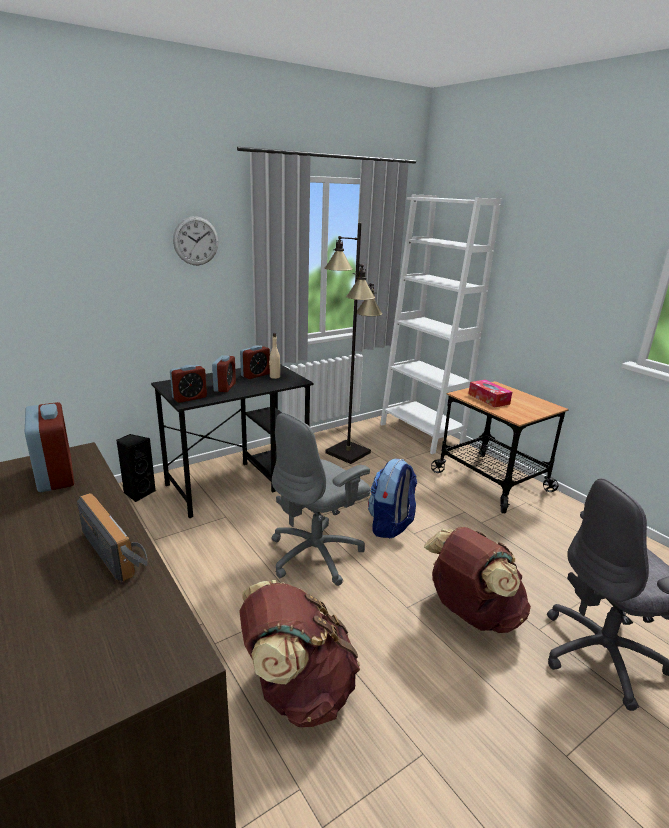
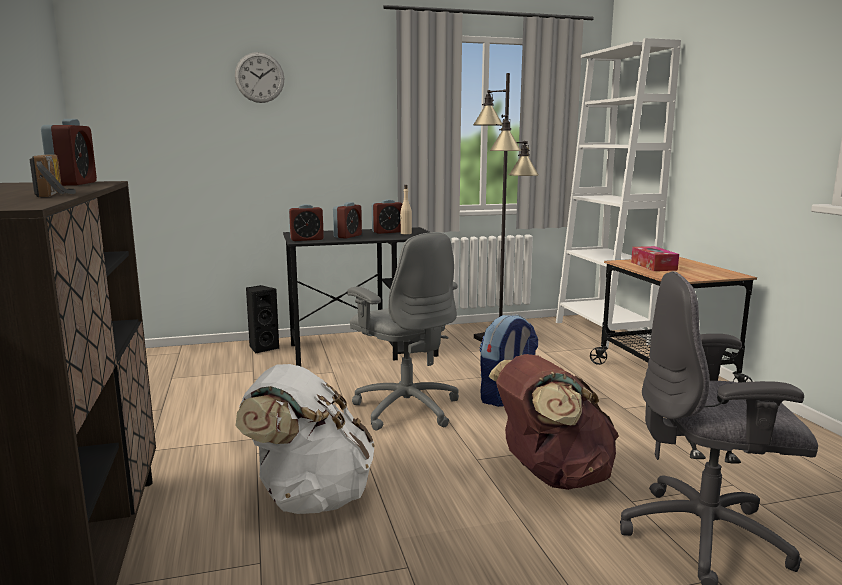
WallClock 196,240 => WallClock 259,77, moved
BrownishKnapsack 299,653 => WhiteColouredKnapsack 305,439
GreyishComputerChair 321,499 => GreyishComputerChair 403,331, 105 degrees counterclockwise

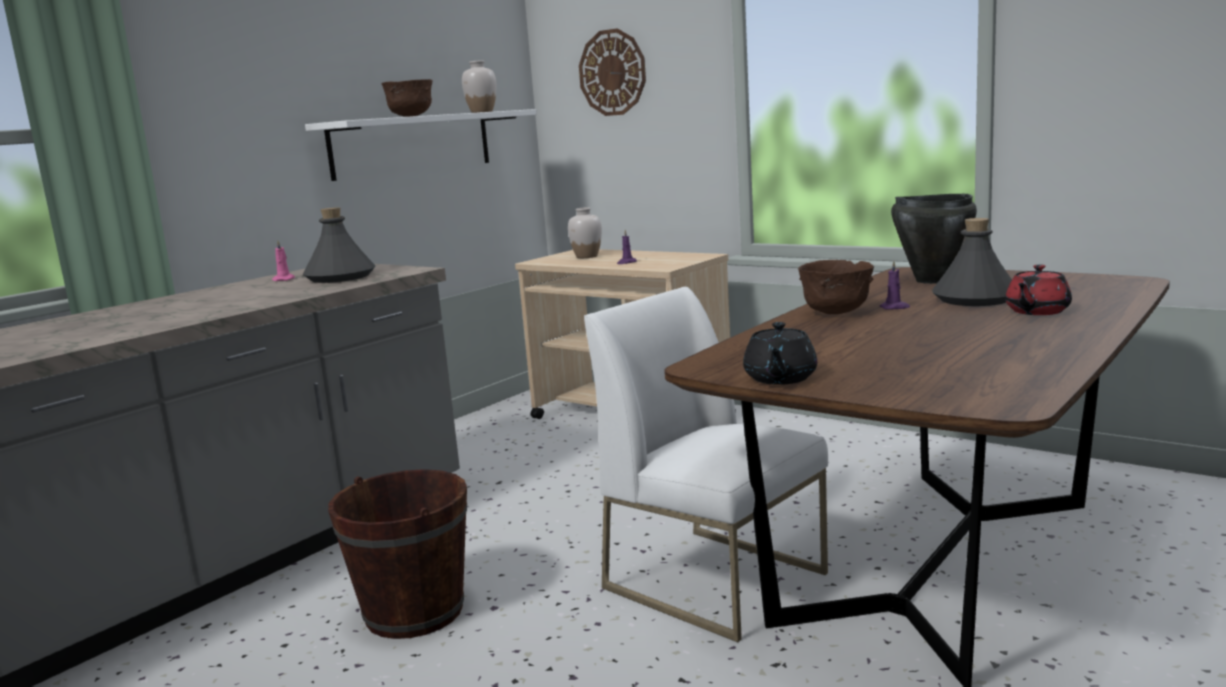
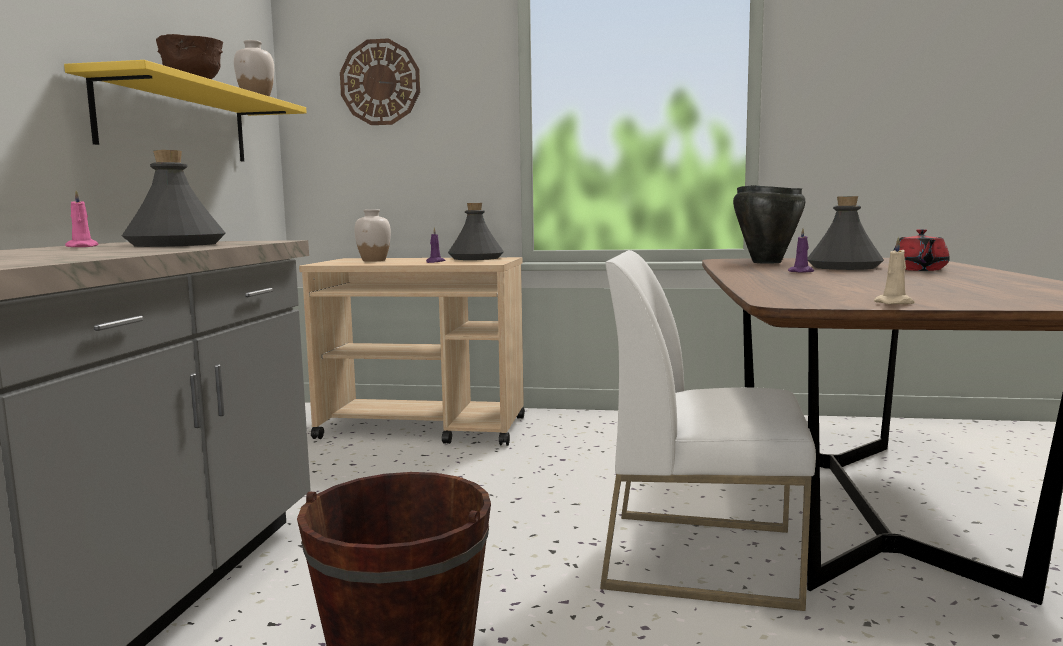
BrownishServingBowl 836,287 => nothing
nothing => GreyishDrinkBottle 476,231
BlackPotForTea 780,353 => SandColouredWaxCandle 894,270
WhiteColouredShelf 421,145 => YellowShelf 185,110

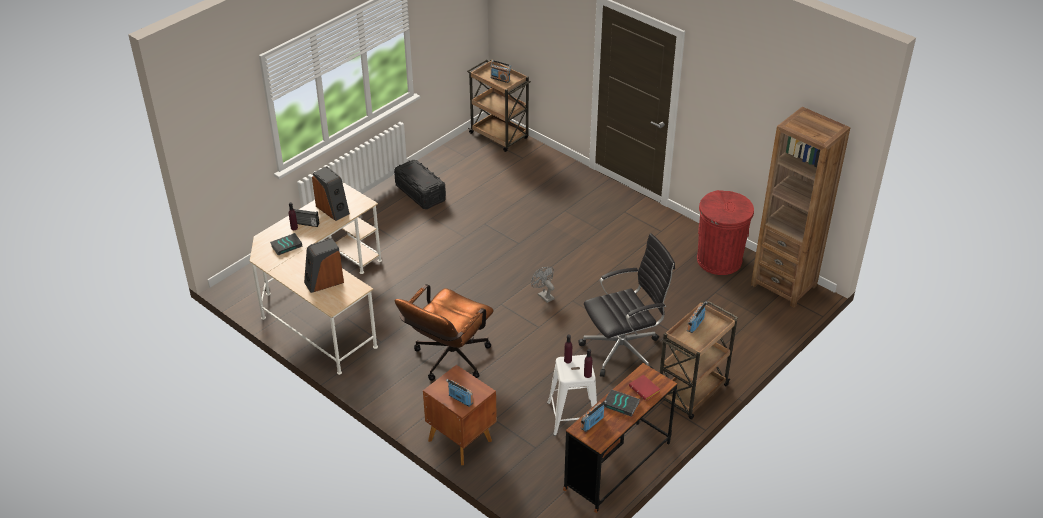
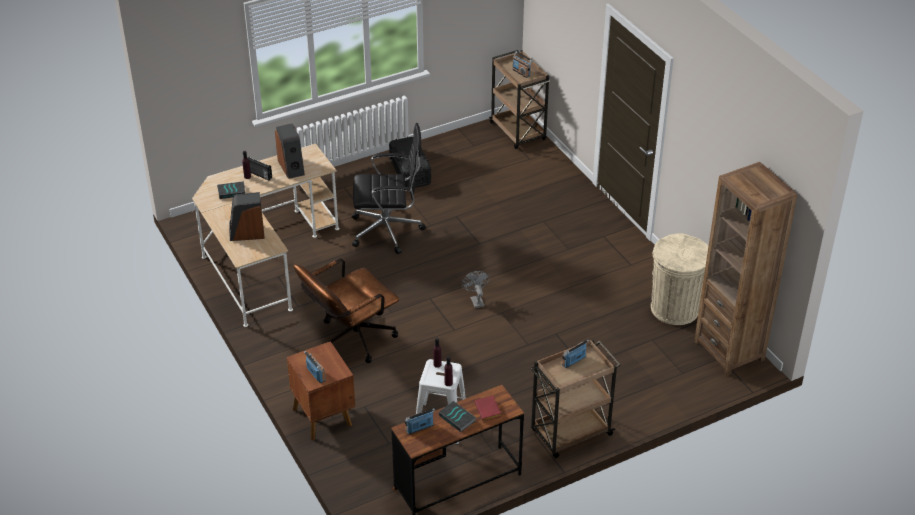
BlackComputerChair 626,305 => BlackComputerChair 389,188, moved
RedRubbishBin 725,232 => SandColouredRubbishBin 679,279

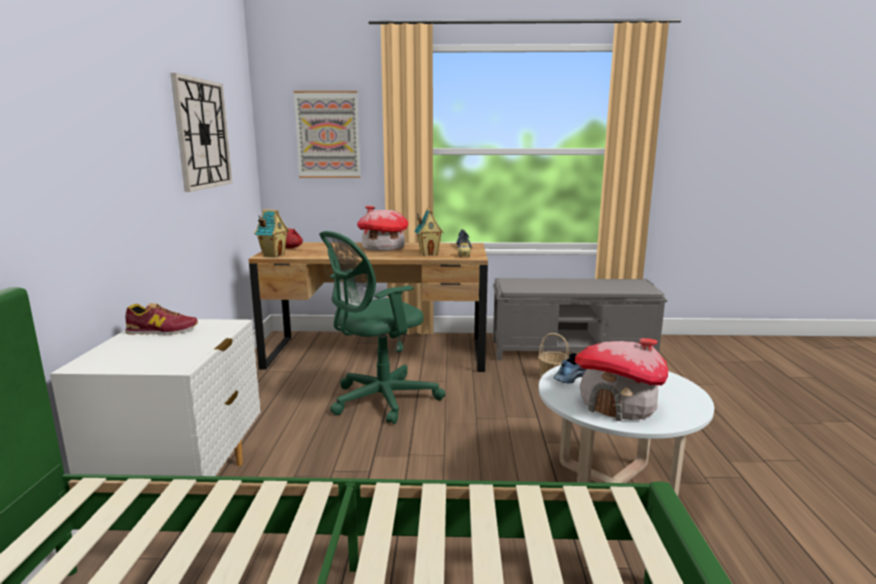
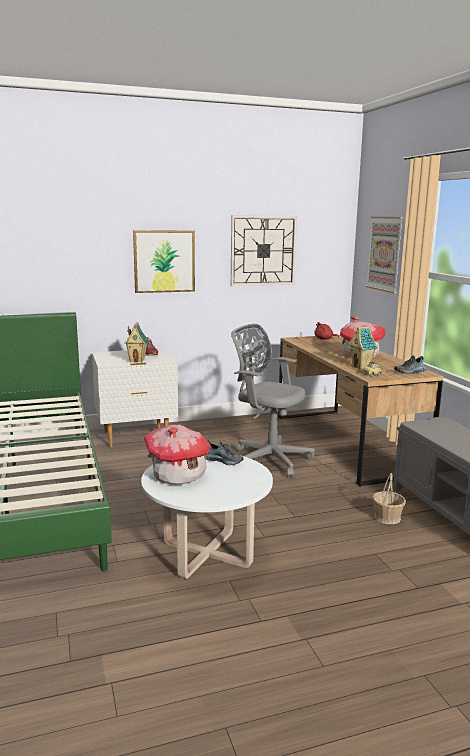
nothing => Picture 164,261
ModelHouse 271,233 => ModelHouse 136,342, moved
GreenComputerChair 382,327 => GreyishComputerChair 273,400

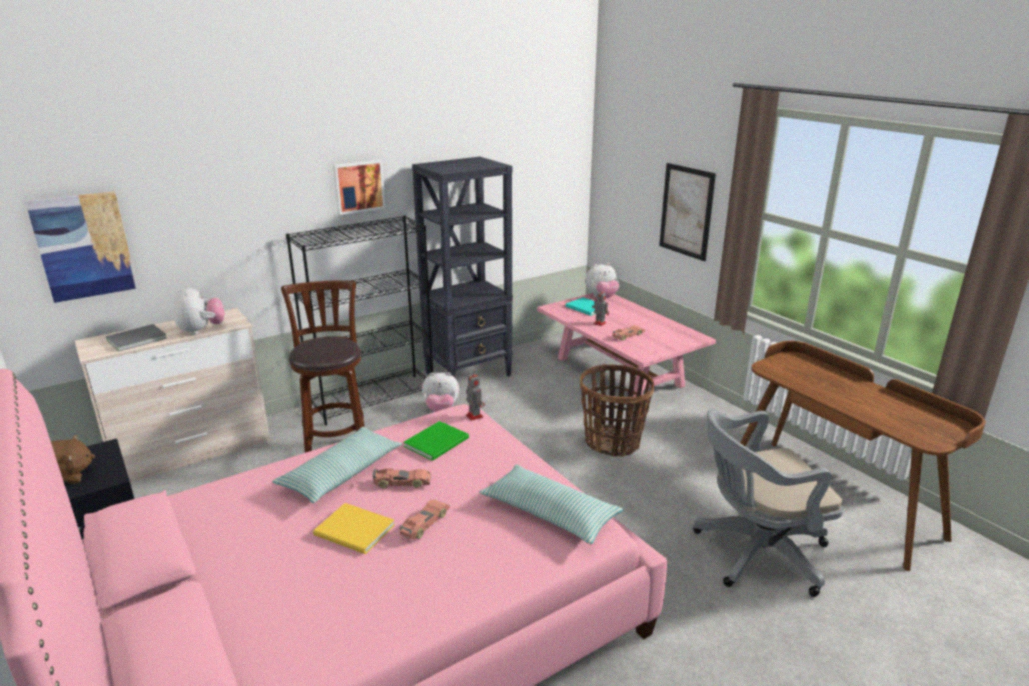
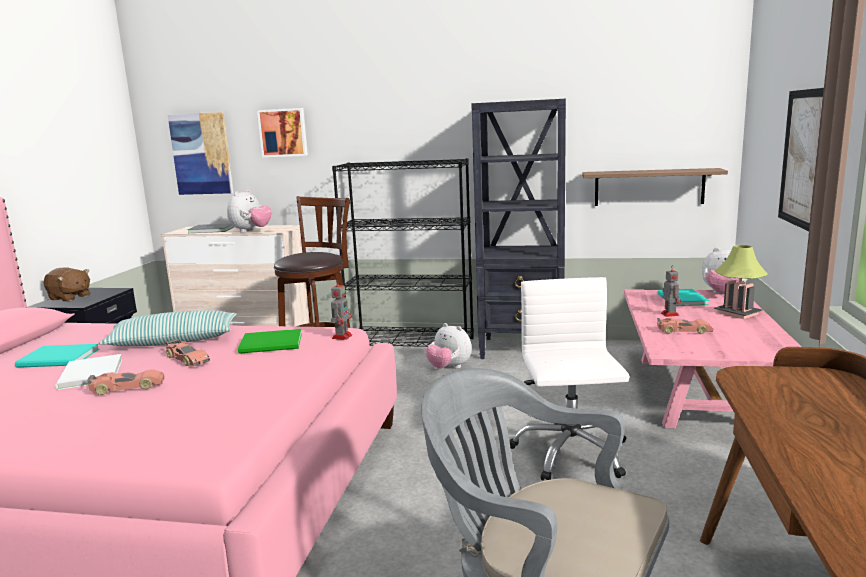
Cushion 551,504 => nothing
nothing => BlueGreenBoundBook 57,356
nothing => Shelf 655,187
nothing => TabletopLamp 741,282
Picture 359,187 => Picture 282,132, moved
HouseholdBasket 617,410 => WhiteColouredComputerChair 569,378
YellowBoundBook 354,528 => WhiteColouredBoundBook 88,372

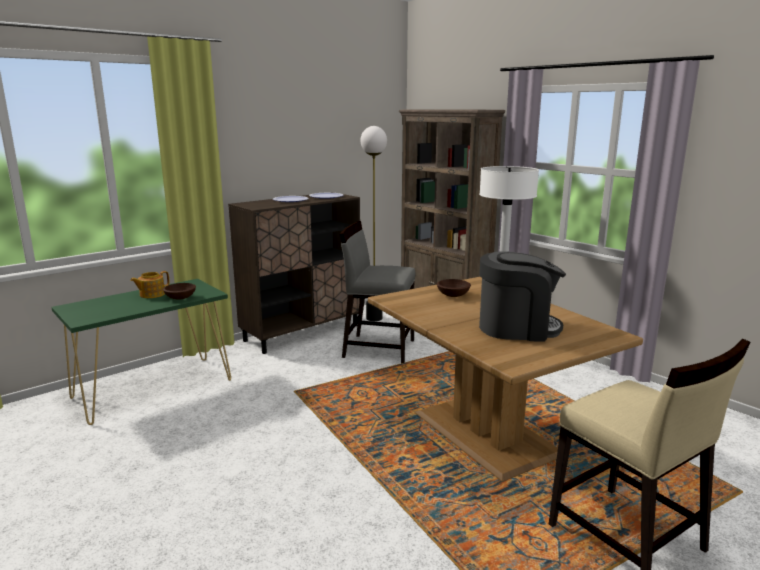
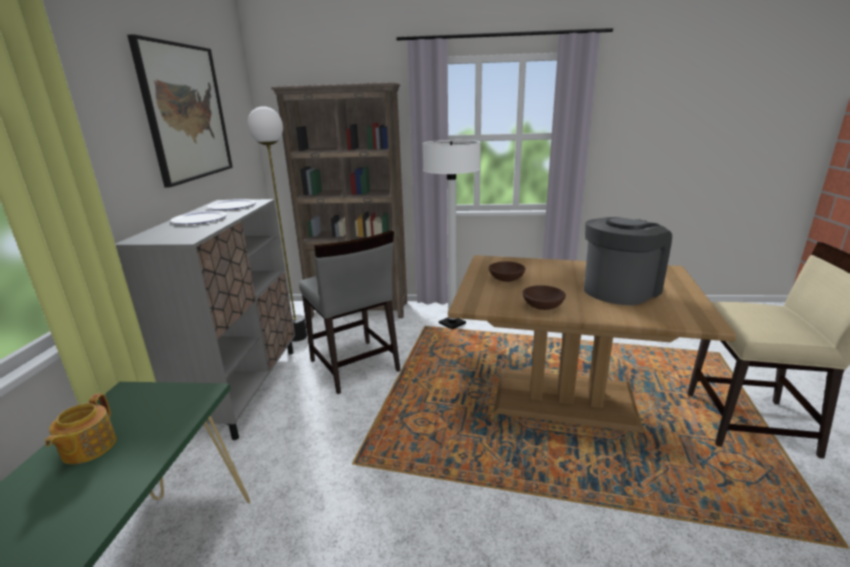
nothing => Picture 180,110
BrownishServingBowl 179,291 => BrownishServingBowl 544,297, moved
BrownishStorageCabinet 294,273 => GreyishStorageCabinet 205,319
GreyishChair 377,292 => GreyishChair 350,312, 90 degrees counterclockwise

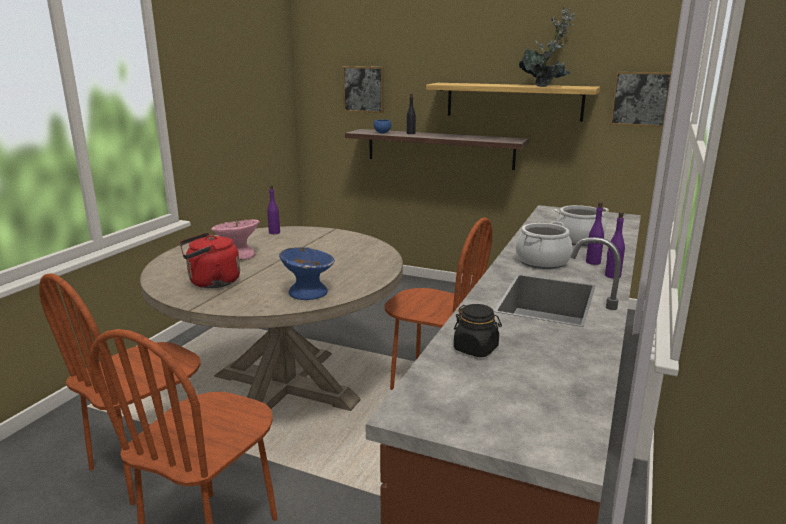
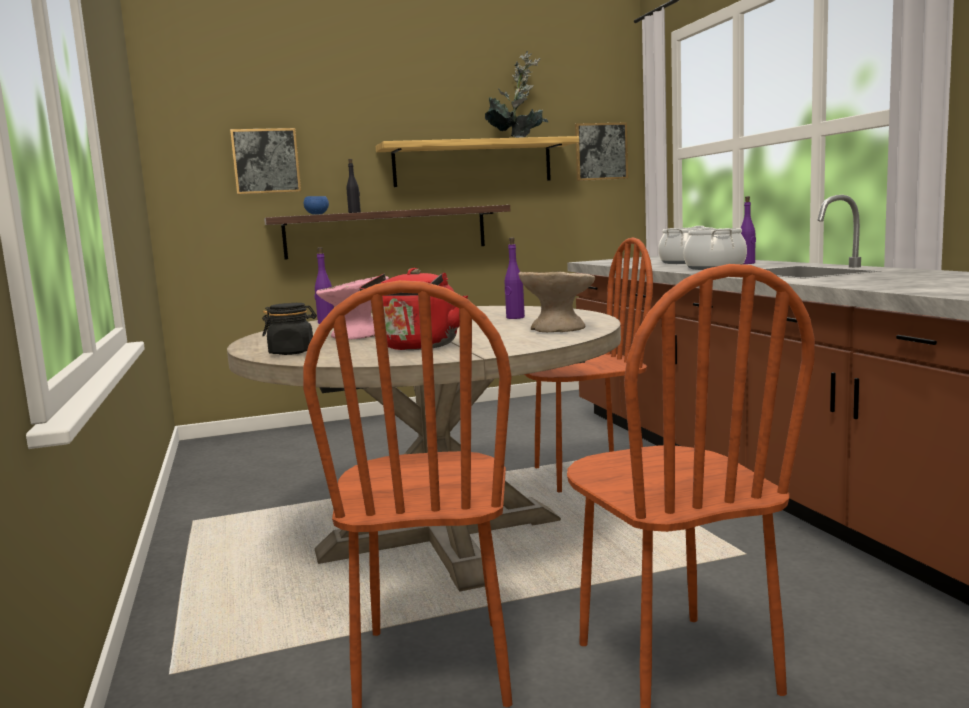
BlackPreserveJar 478,330 => BlackPreserveJar 289,329, moved
PurpleDrinkBottle 615,245 => PurpleDrinkBottle 515,278, moved
BlueColouredServingBowl 306,273 => SandColouredServingBowl 556,302

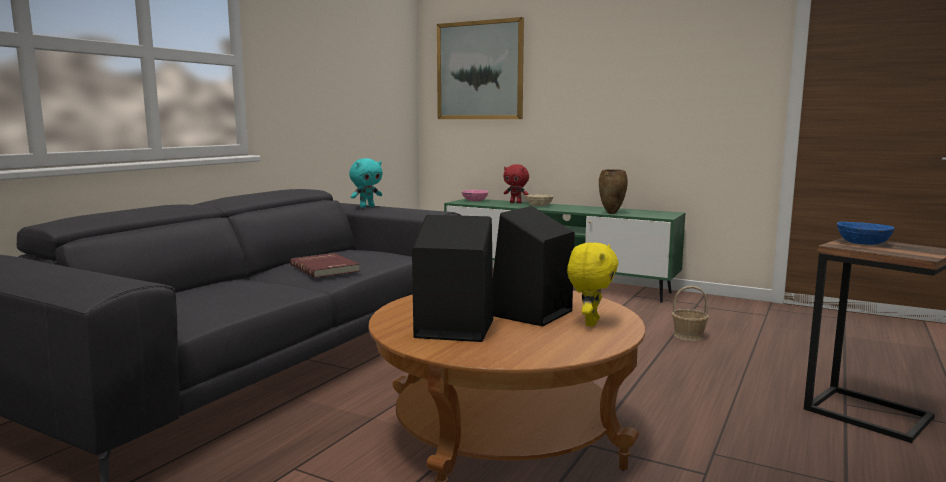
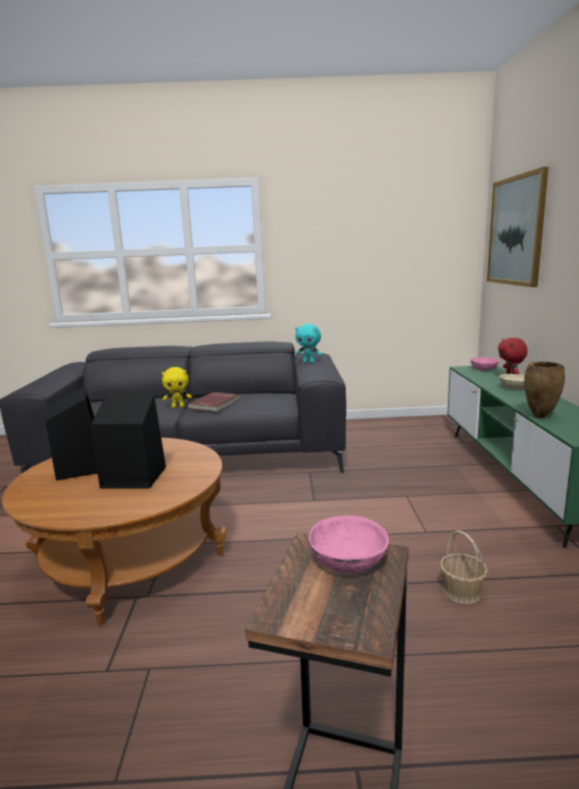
YellowPlushToy 593,284 => YellowPlushToy 177,387, moved
BlueColouredServingBowl 866,233 => PinkServingBowl 349,544

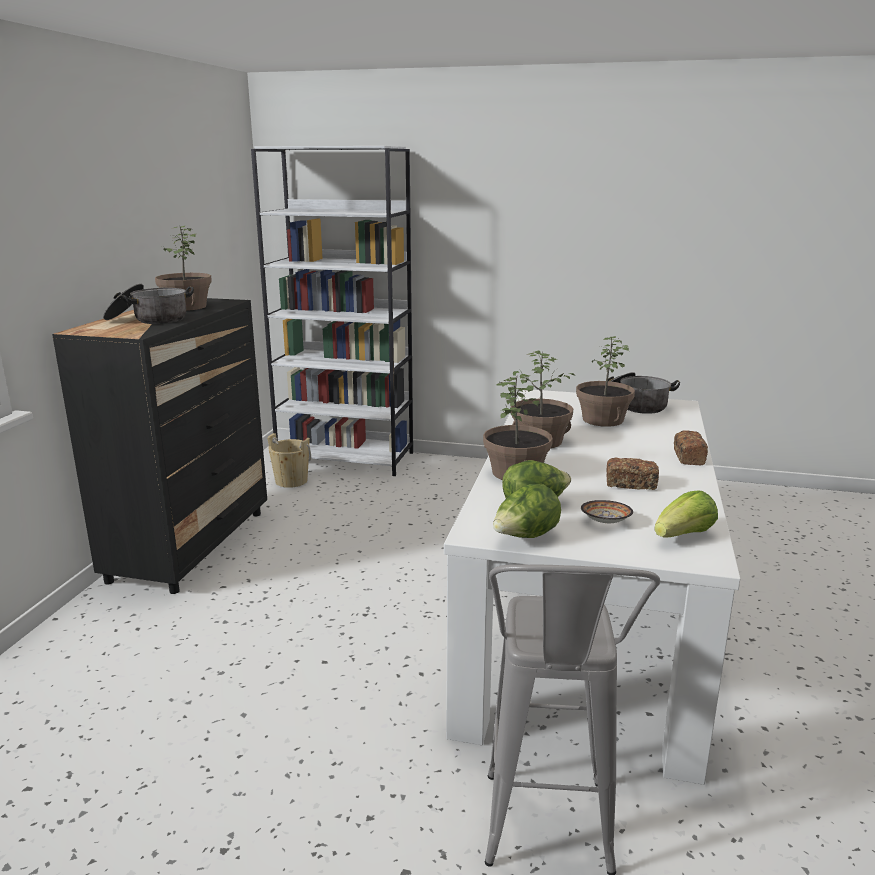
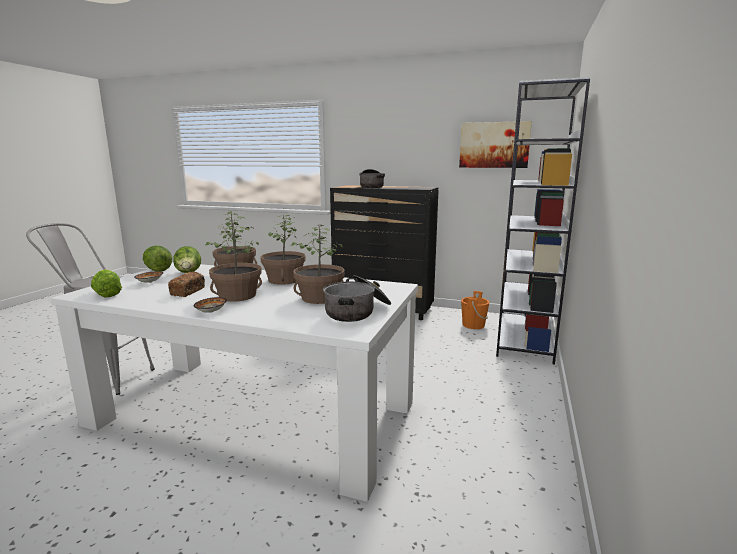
nothing => Picture 495,144
PlantInAPot 183,268 => PlantInAPot 233,263, moved
BakedBread 691,447 => ServingBowl 210,305
SandColouredWaterBucket 289,460 => OrangeyWaterBucket 475,310

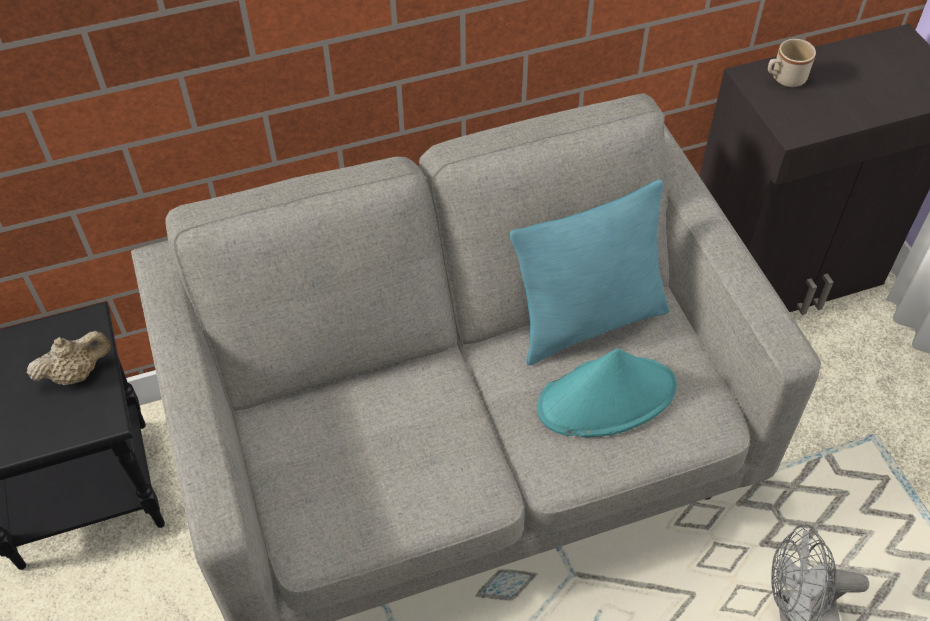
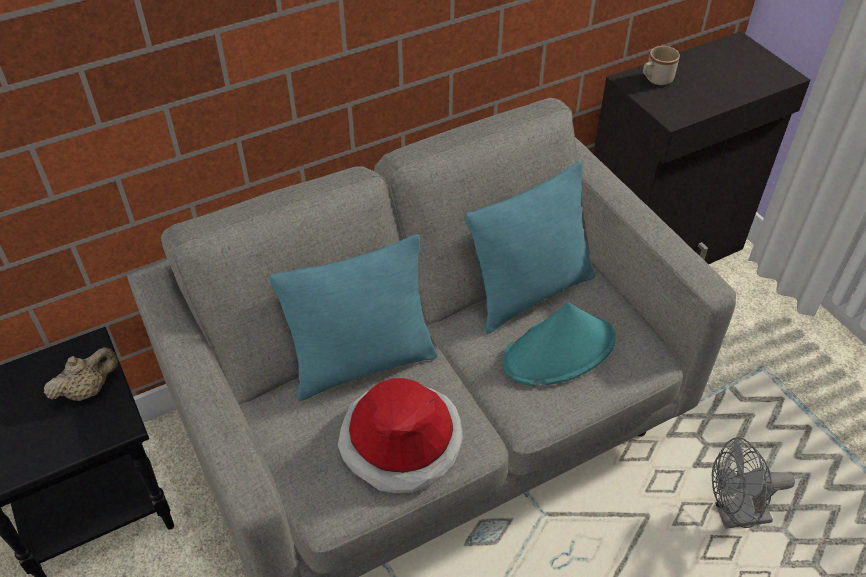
nothing => BlueGreenCushion 353,317
nothing => WearableHat 400,435

